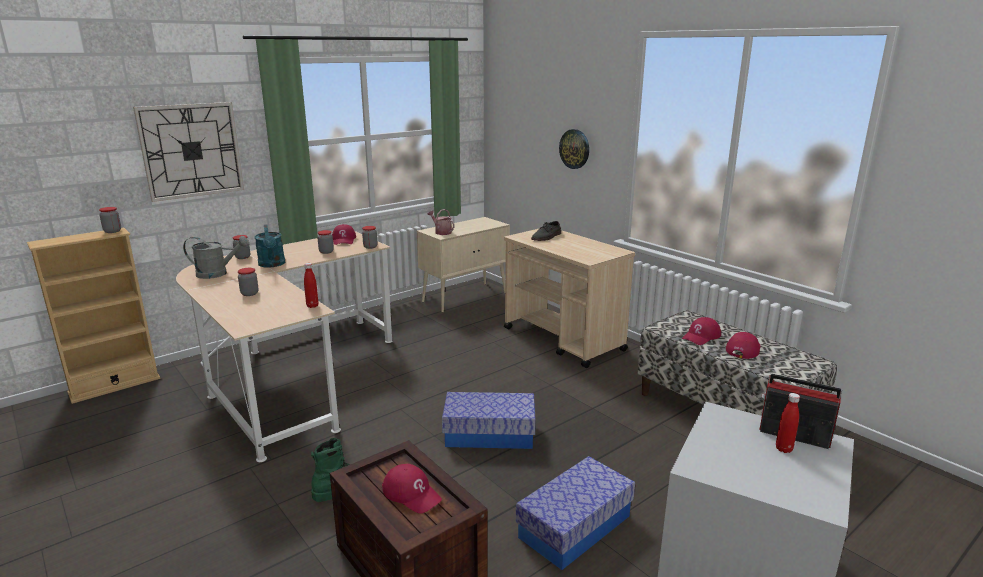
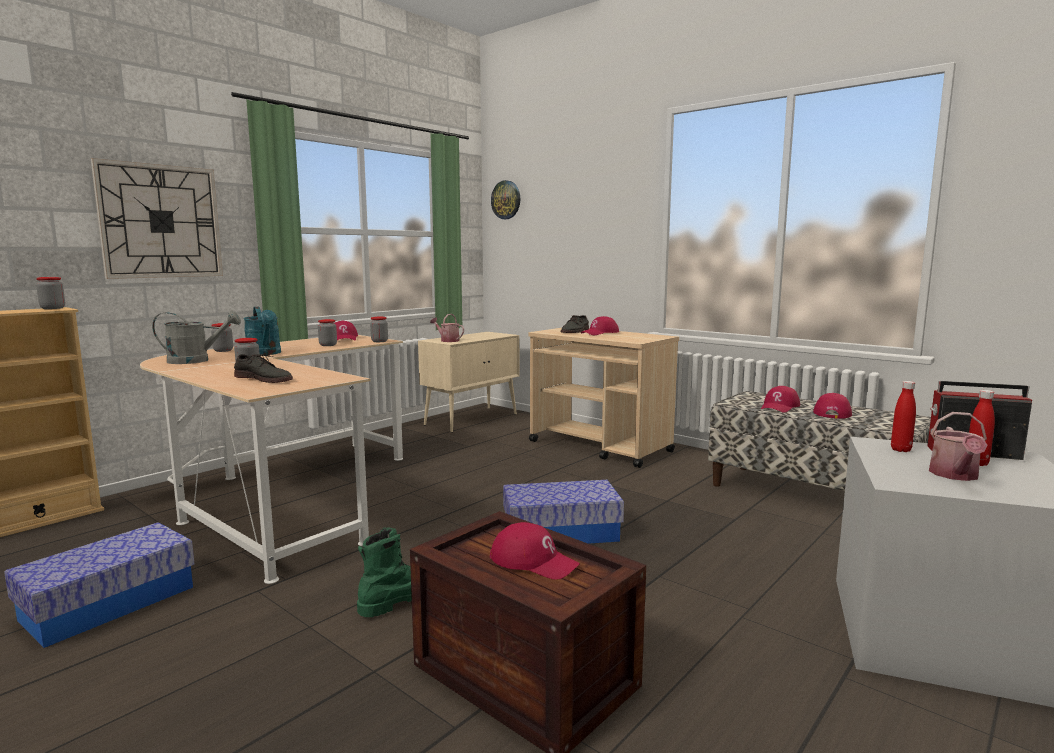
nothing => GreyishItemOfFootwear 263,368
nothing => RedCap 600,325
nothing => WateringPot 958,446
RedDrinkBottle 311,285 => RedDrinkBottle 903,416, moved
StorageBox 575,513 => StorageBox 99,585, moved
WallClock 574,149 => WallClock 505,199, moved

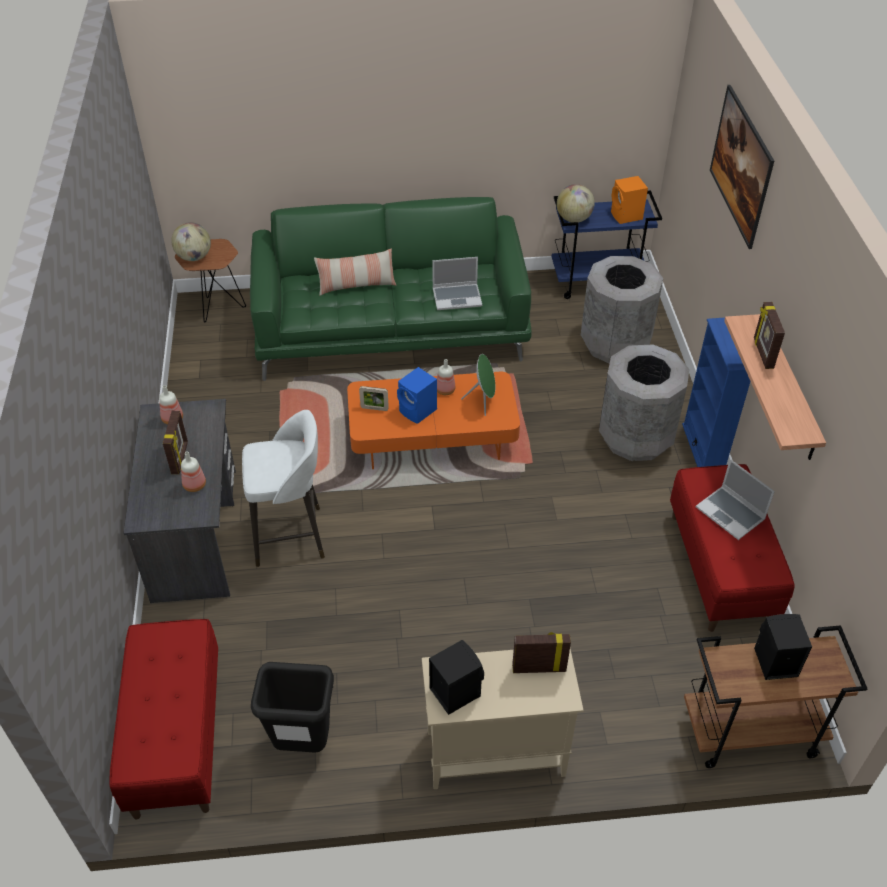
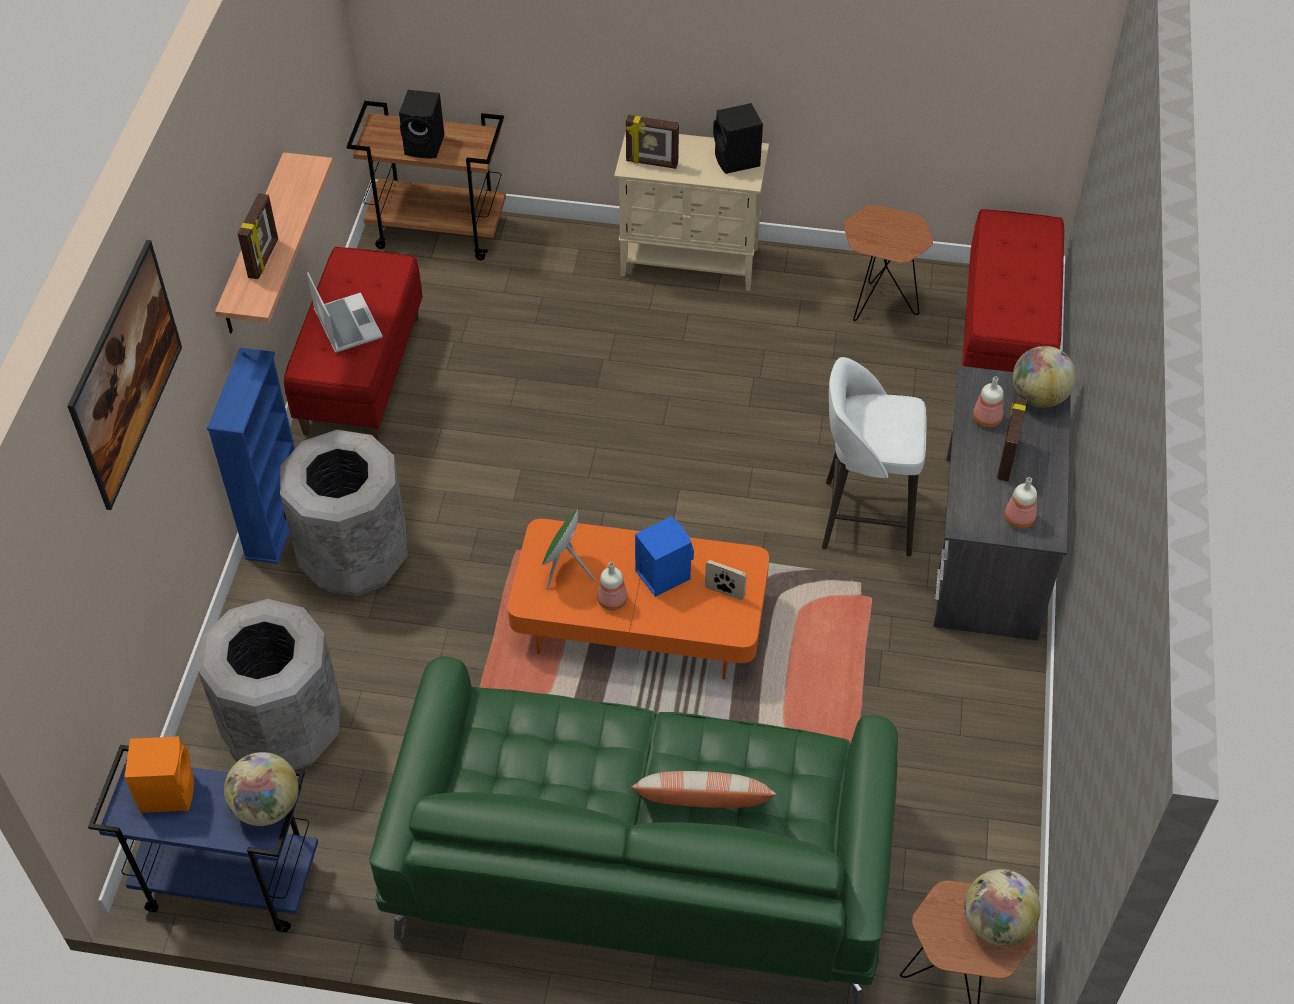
NotebookComputer 457,283 => nothing
nothing => Globe 1044,377
BlackRubbishBin 292,707 => BrownishEndTable 888,263

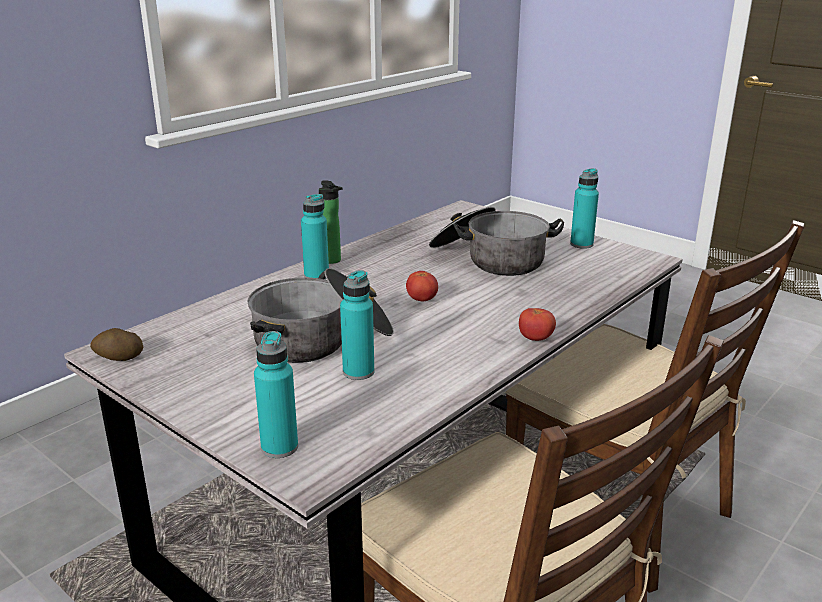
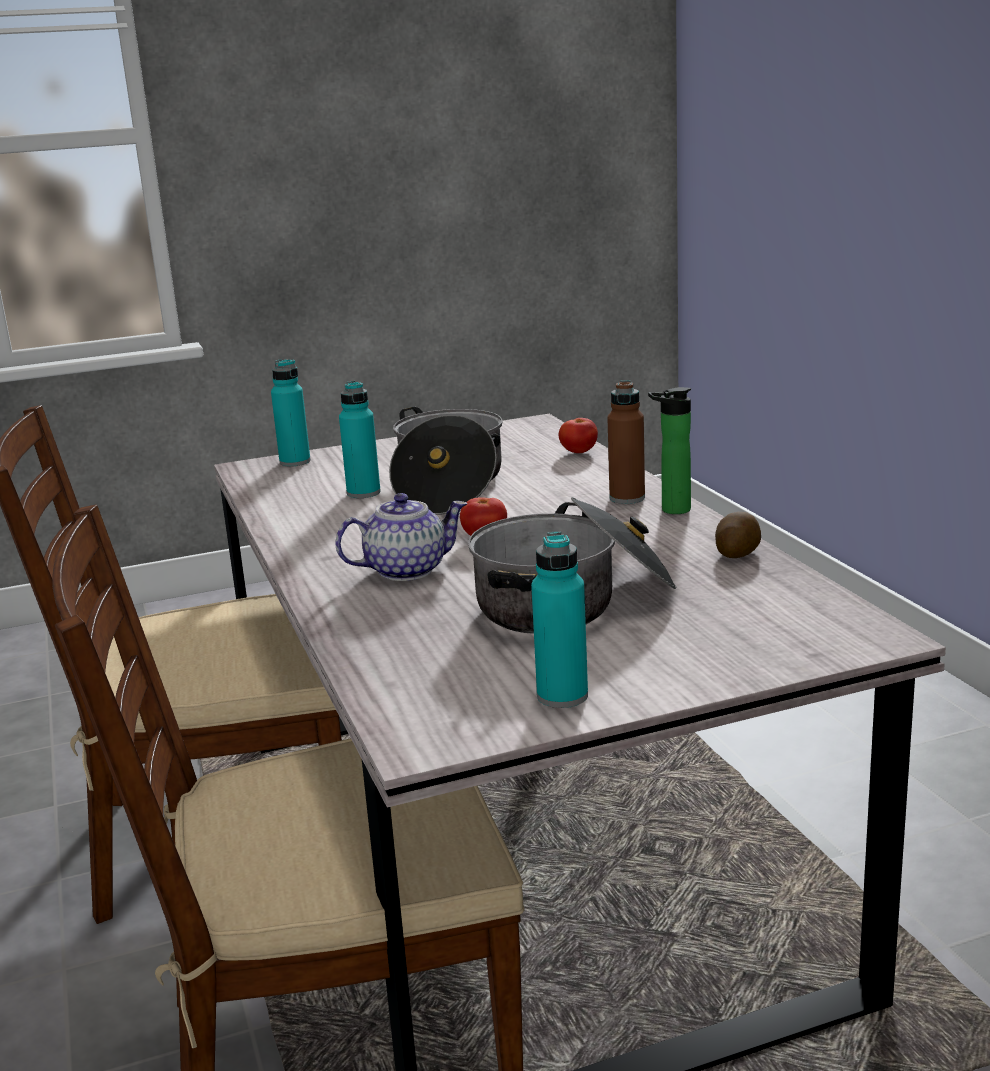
nothing => PotForTea 401,537
Spud 116,344 => Spud 738,535, moved
FreshTomato 537,324 => FreshTomato 578,435, moved
BlueGreenDrinkBottle 315,236 => BrownishDrinkBottle 626,442

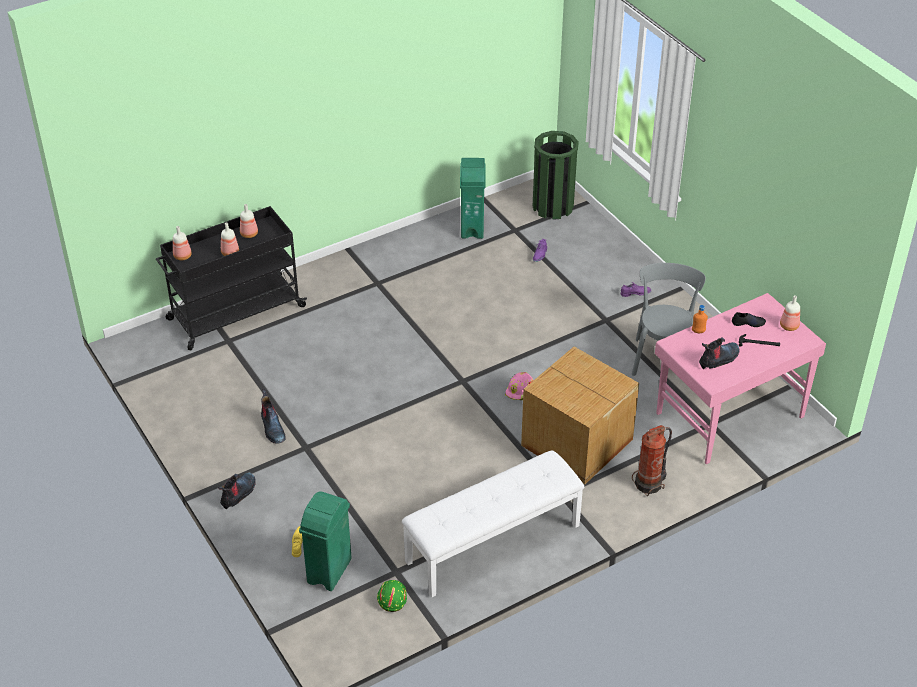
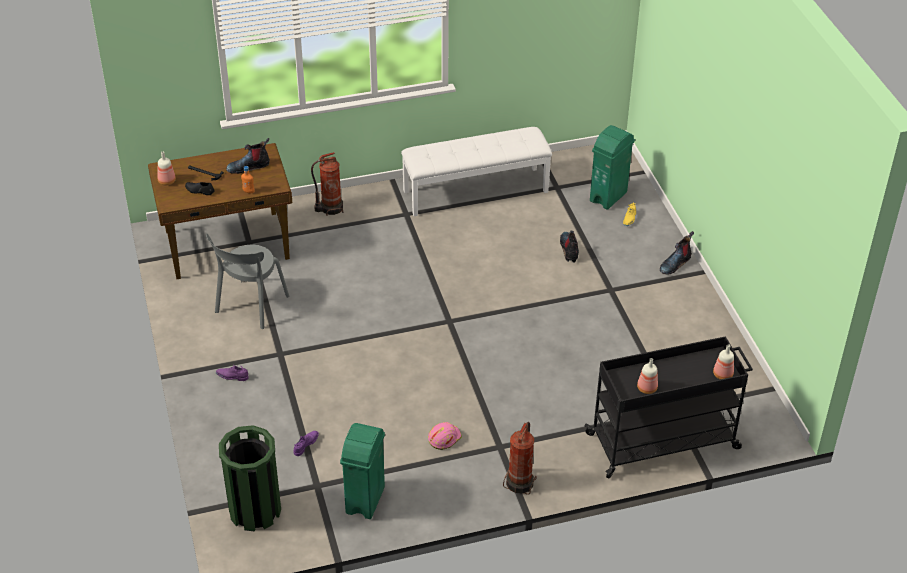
DrinkBottle 230,239 => nothing
GreenHardHat 392,596 => nothing
PackingBox 580,416 => nothing
nothing => FireFightingCylinder 520,458
Boot 273,416 => Boot 569,247, moved
PinkHardHat 519,386 => PinkHardHat 445,436, moved
PinkDeskTable 740,378 => BrownishDeskTable 220,211

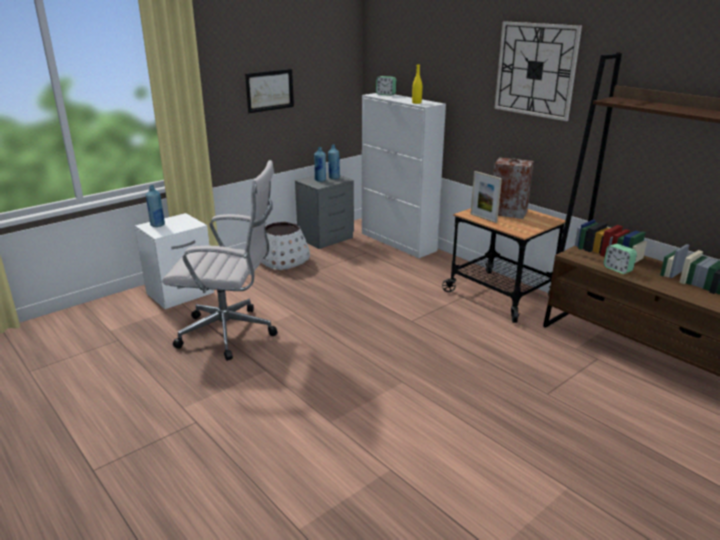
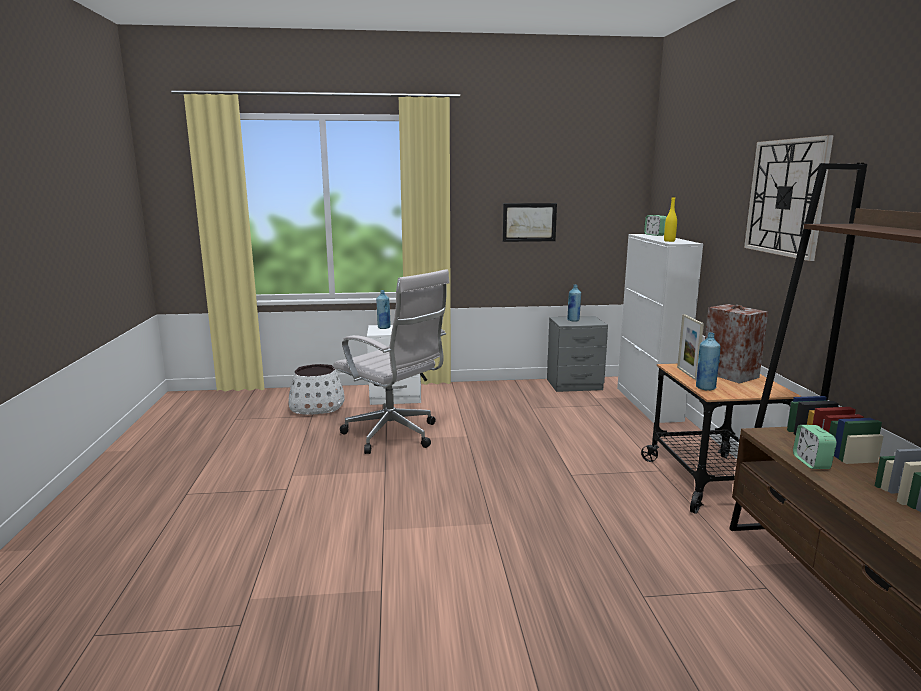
WhiteColouredFlowerPot 285,245 => WhiteColouredFlowerPot 317,389, moved
BlueColouredDrinkBottle 334,162 => BlueColouredDrinkBottle 708,361, moved

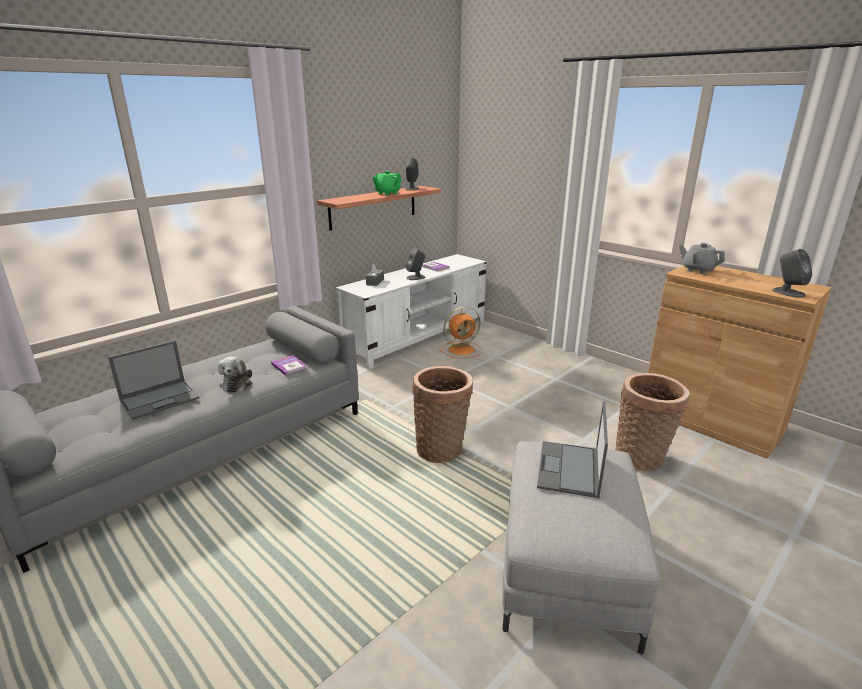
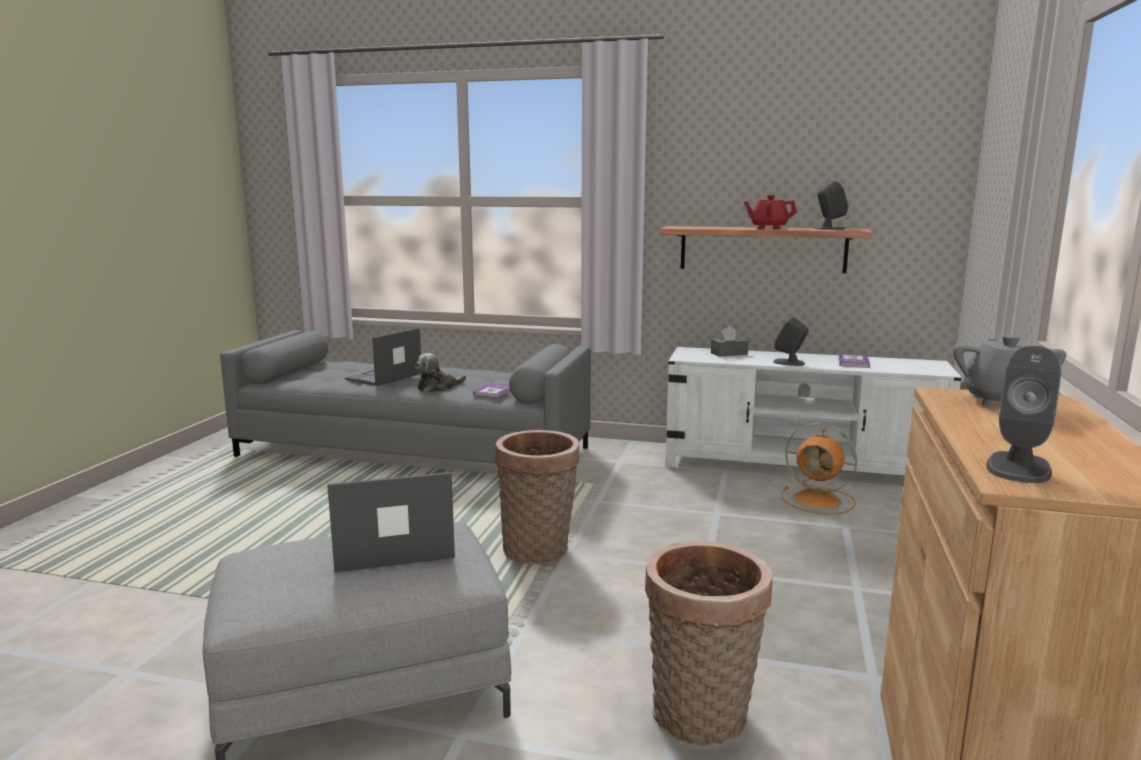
GreenPotForTea 387,183 => RedPotForTea 770,212
NotebookComputer 153,380 => NotebookComputer 383,357, 105 degrees clockwise

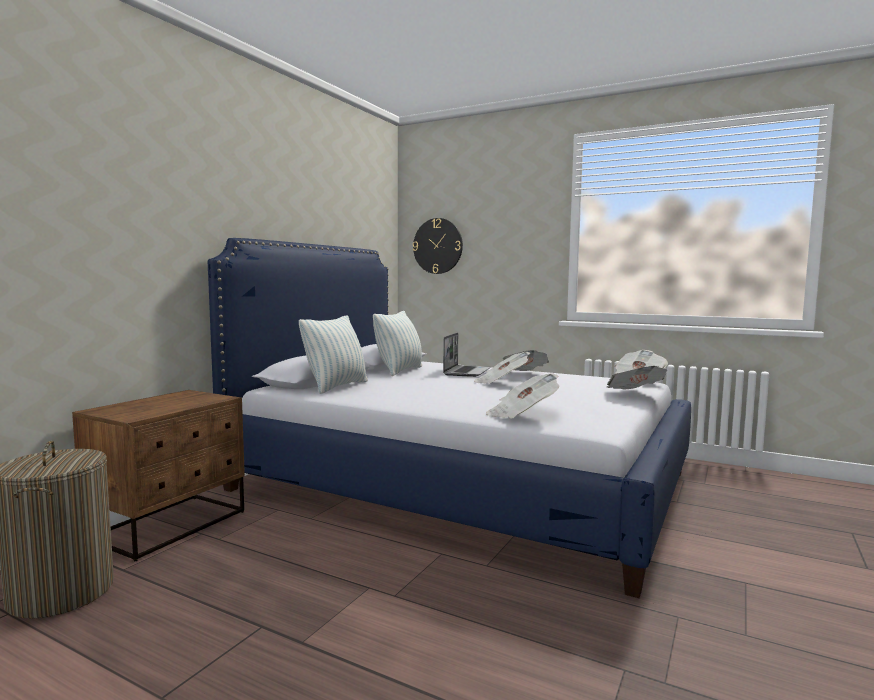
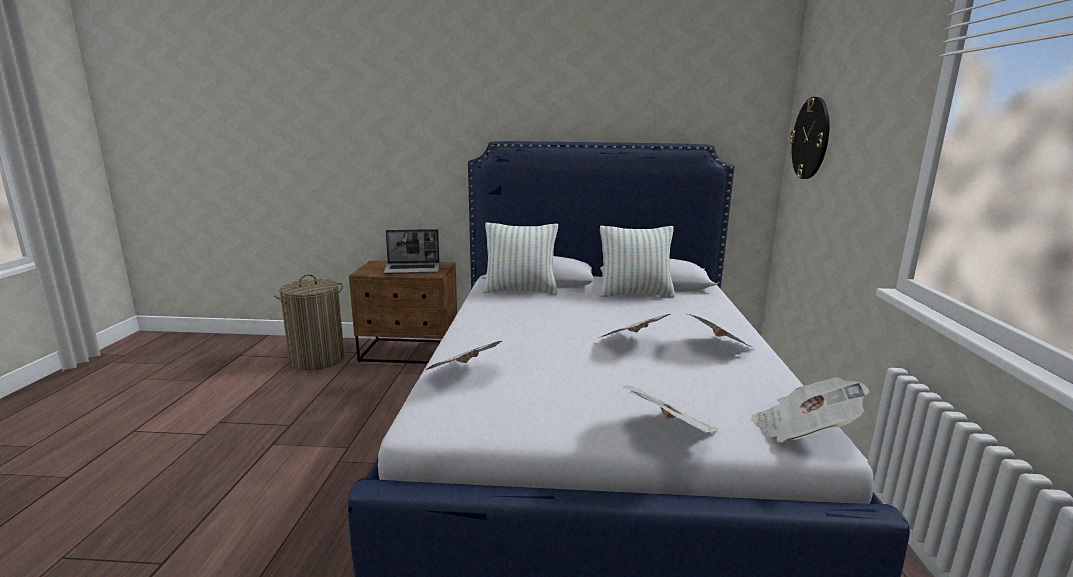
NotebookComputer 467,355 => NotebookComputer 411,251, moved

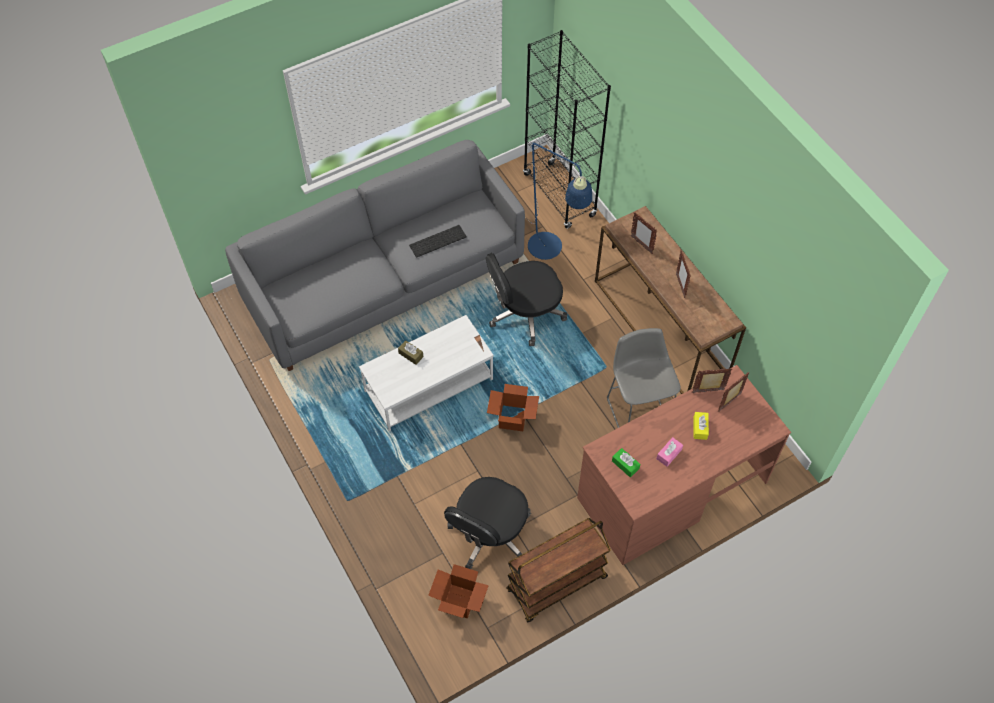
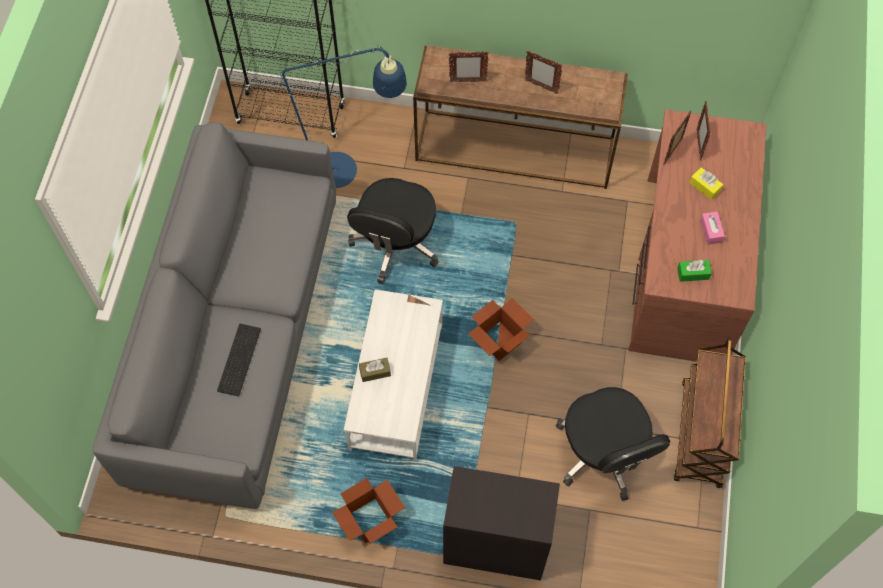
GreyishStoolSeat 644,378 => nothing
nothing => BlackStorageCabinet 501,523
ComputerKeyboard 438,241 => ComputerKeyboard 239,360, moved
PackingBox 458,591 => PackingBox 368,511, moved

